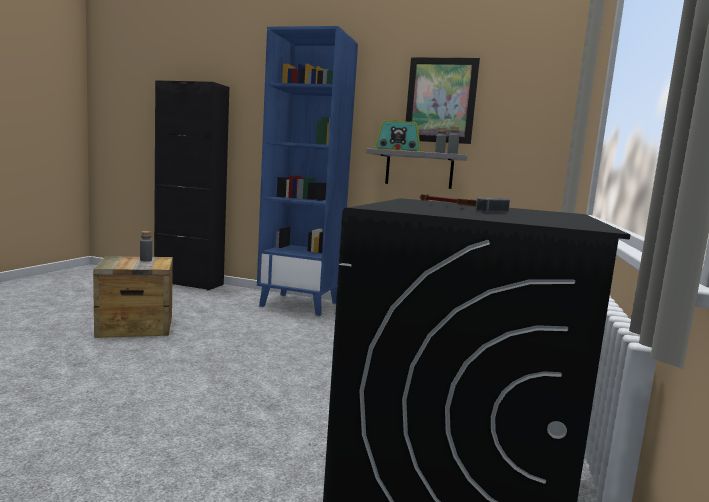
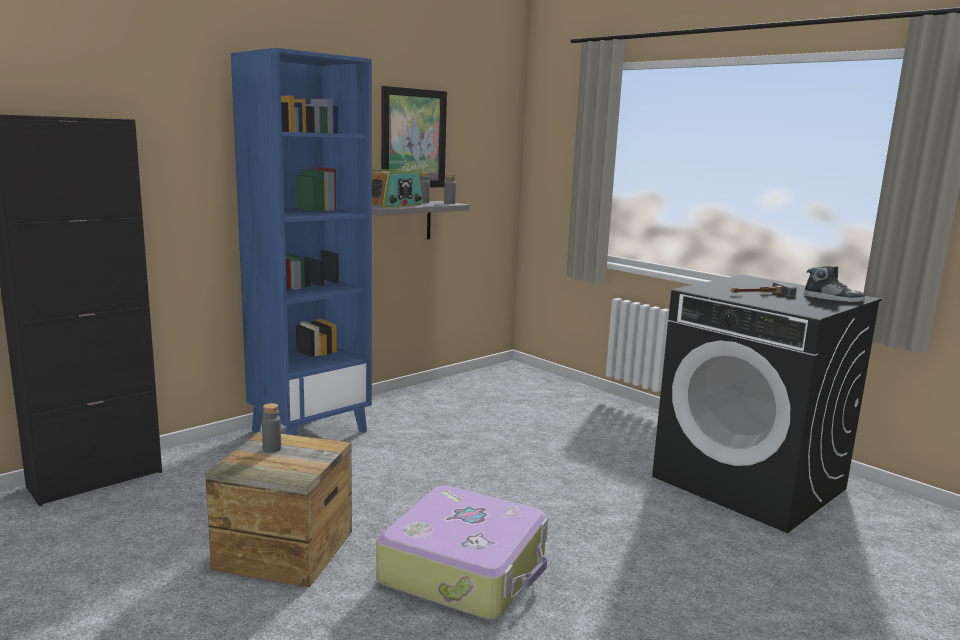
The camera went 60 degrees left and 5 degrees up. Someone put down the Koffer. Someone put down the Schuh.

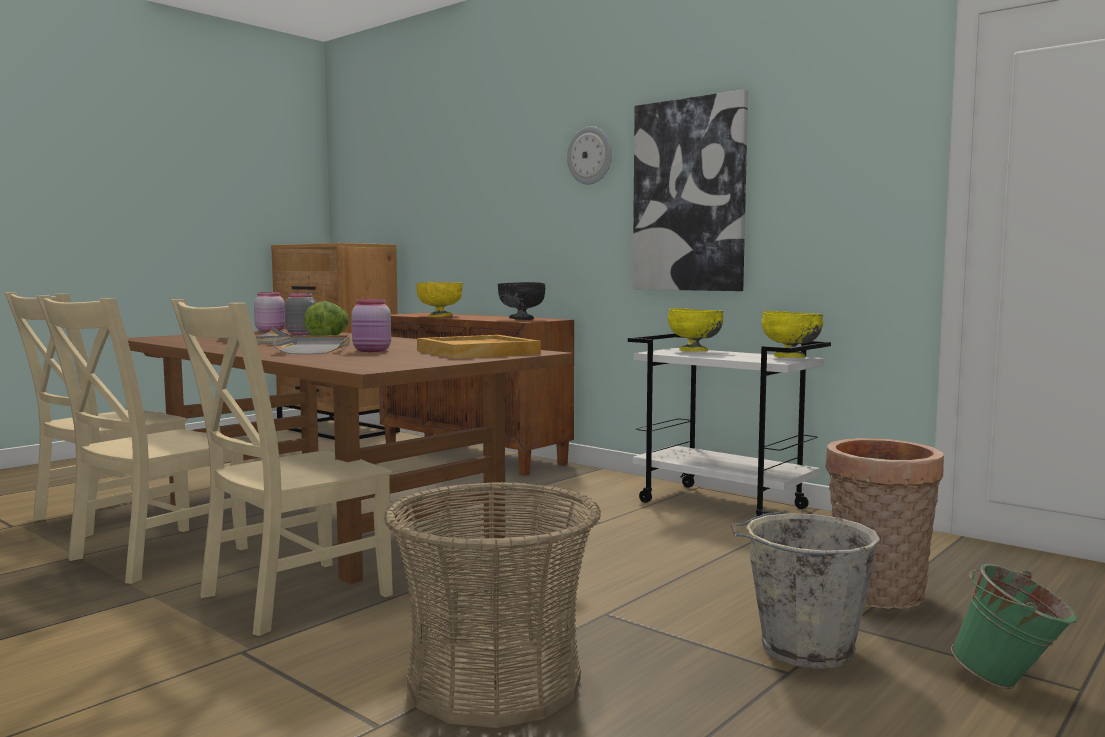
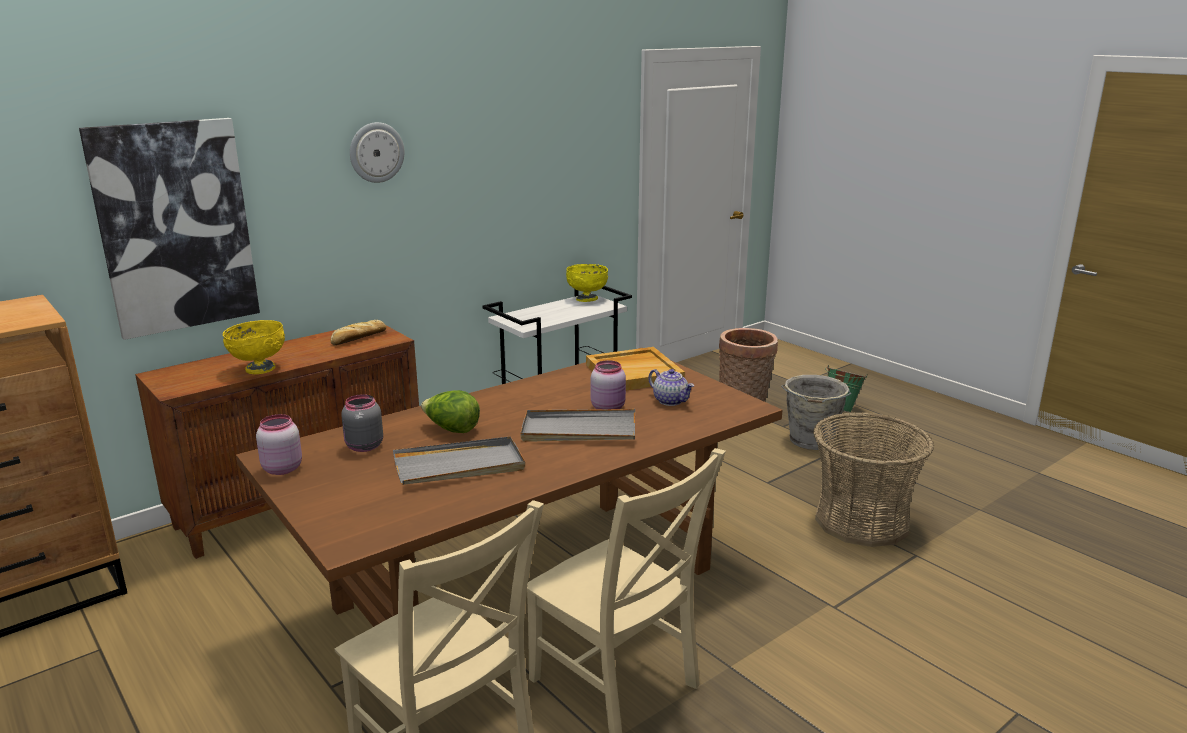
The camera went 80 degrees left and 15 degrees up. Someone took away the Stuhl [beige] (no. 3 from left). Someone took away the Schüssel [gelb] (no. 2 from left). Someone put down the Teekanne. Someone carried the Bild. Someone swapped the Schüssel [schwarz] for the Brot.

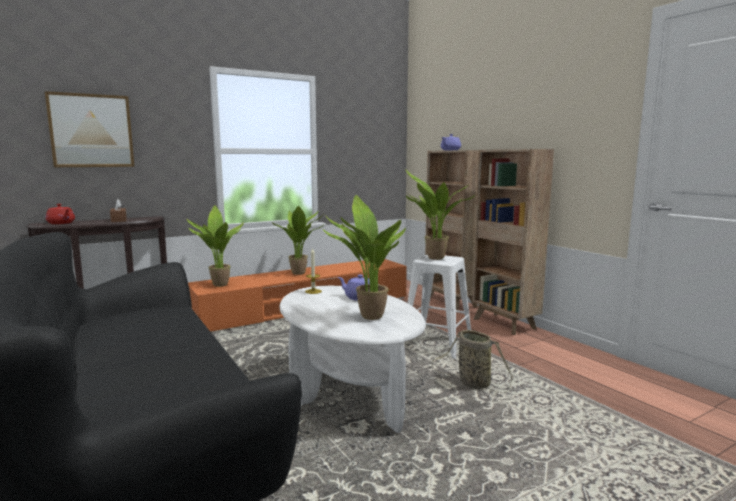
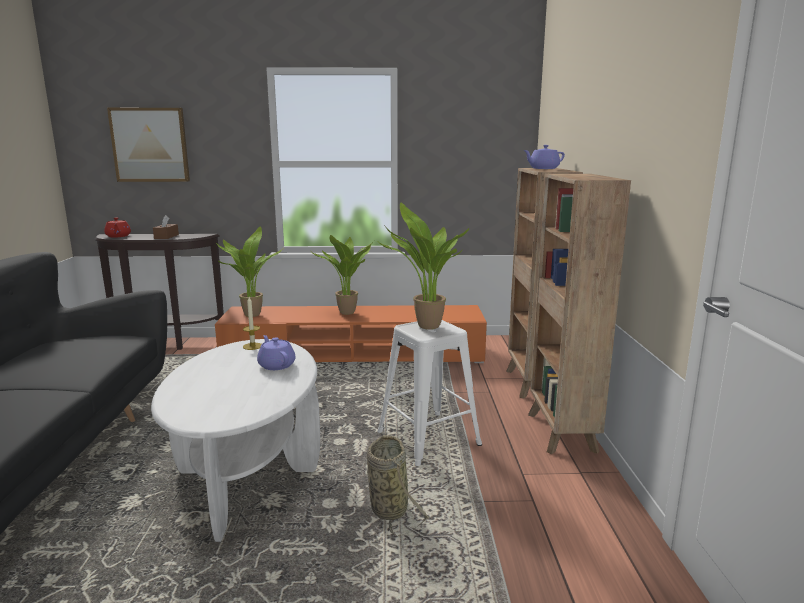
The camera went 30 degrees right and 5 degrees up. Someone took away the Topfpflanze (no. 3 from left).

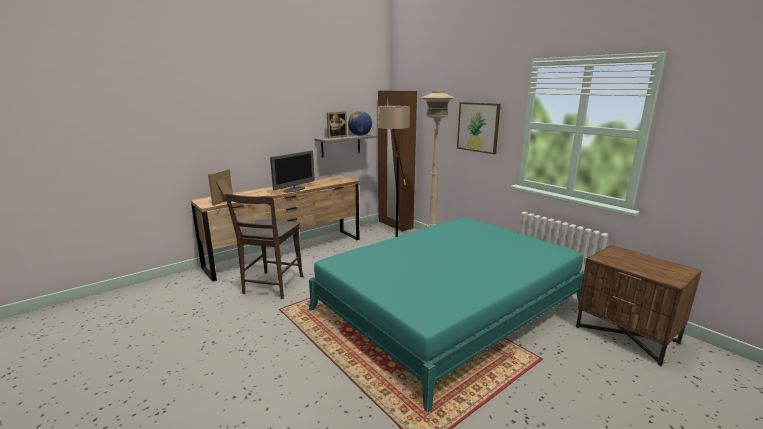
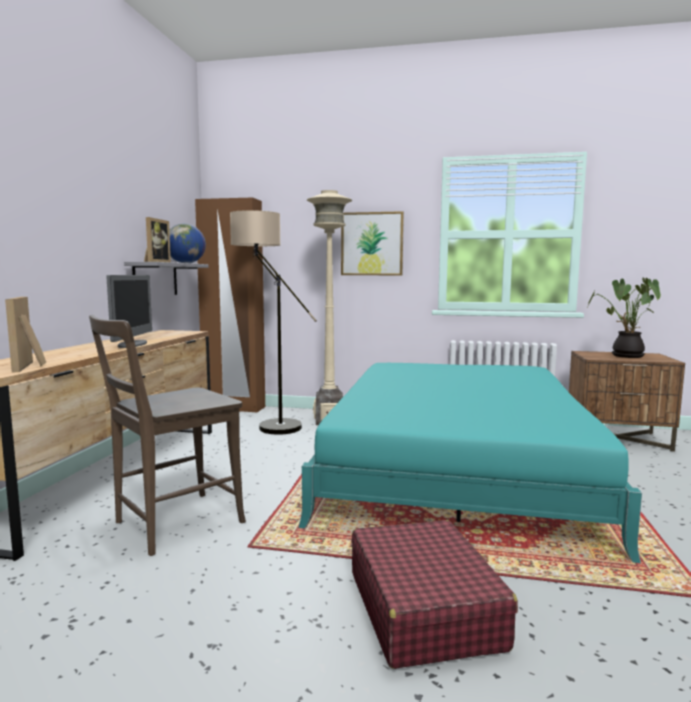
The camera went 40 degrees left and 10 degrees down. Someone put down the Koffer [rot]. Someone put down the Topfpflanze. Someone rotated the Stuhl [braun] by 75 degrees clockwise.

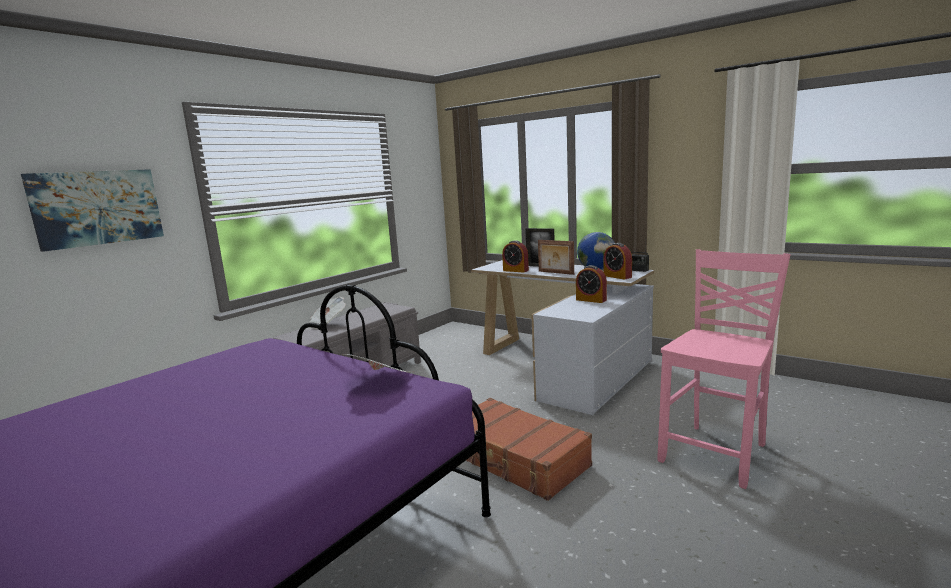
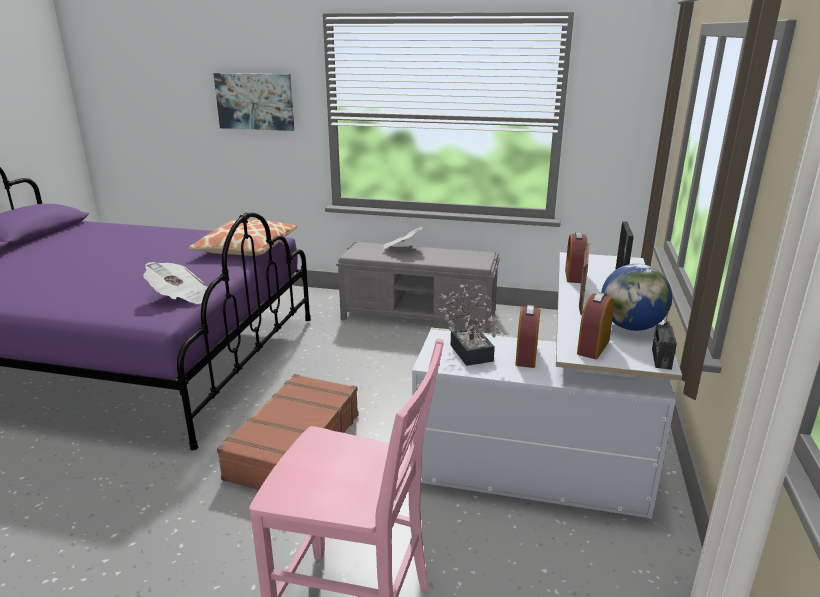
The camera went 65 degrees right and 10 degrees up. Someone put down the Kissen. Someone put down the Topfpflanze.

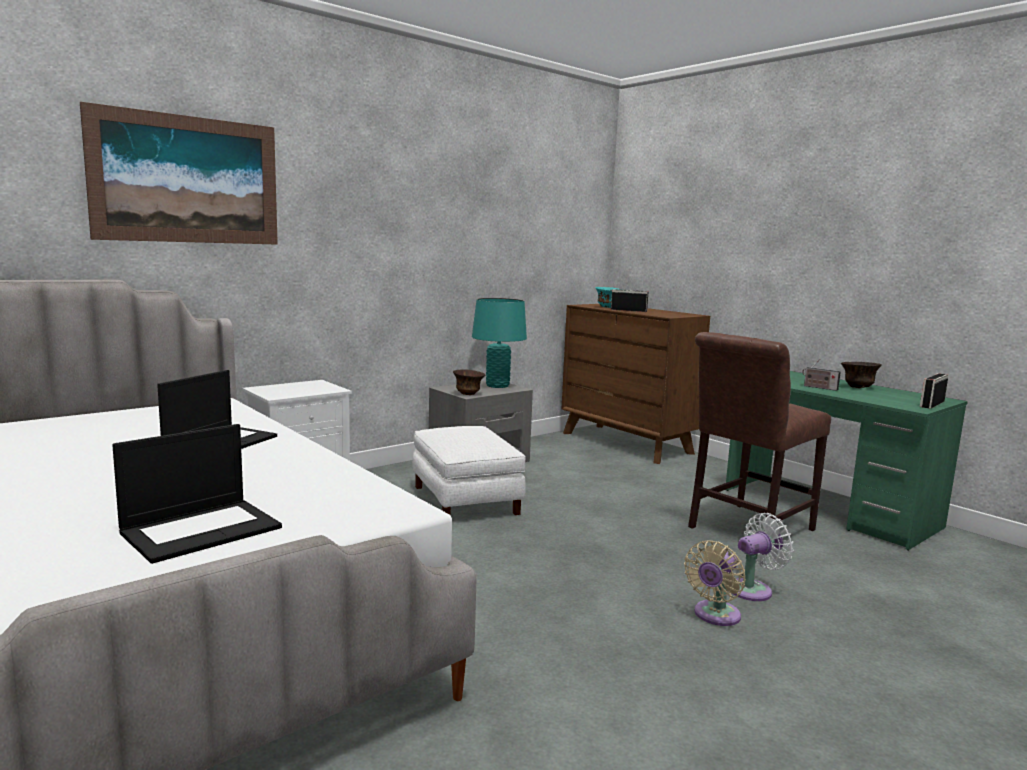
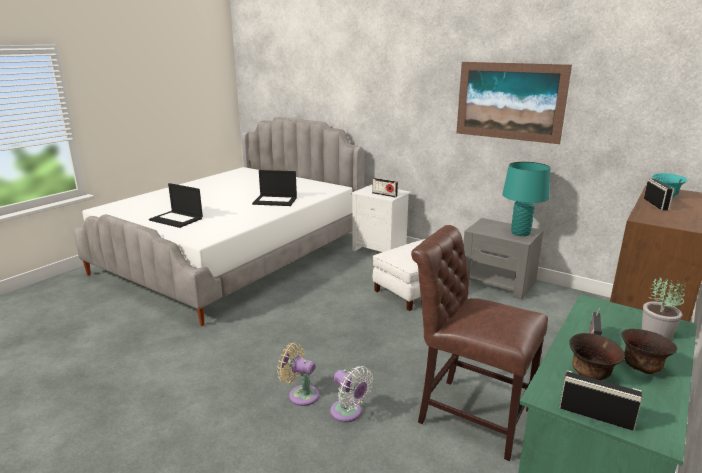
The camera went 75 degrees right and 10 degrees up. Someone put down the Radio (no. 1 from left). Someone put down the Topfpflanze. Someone carried the Bild. Someone carried the Schüssel [braun] (no. 1 from left).

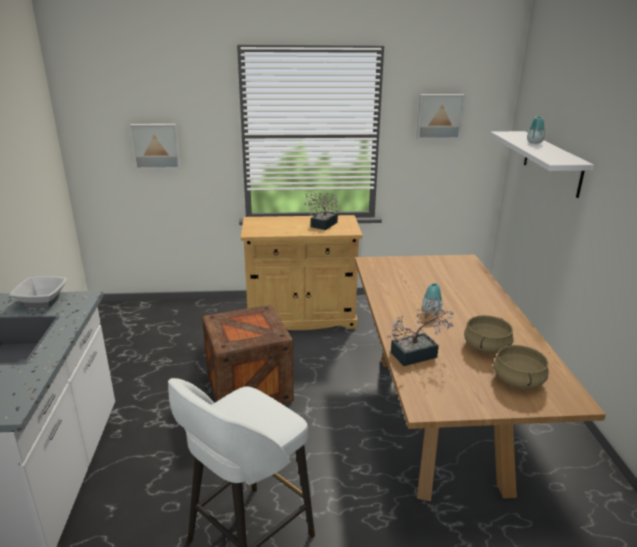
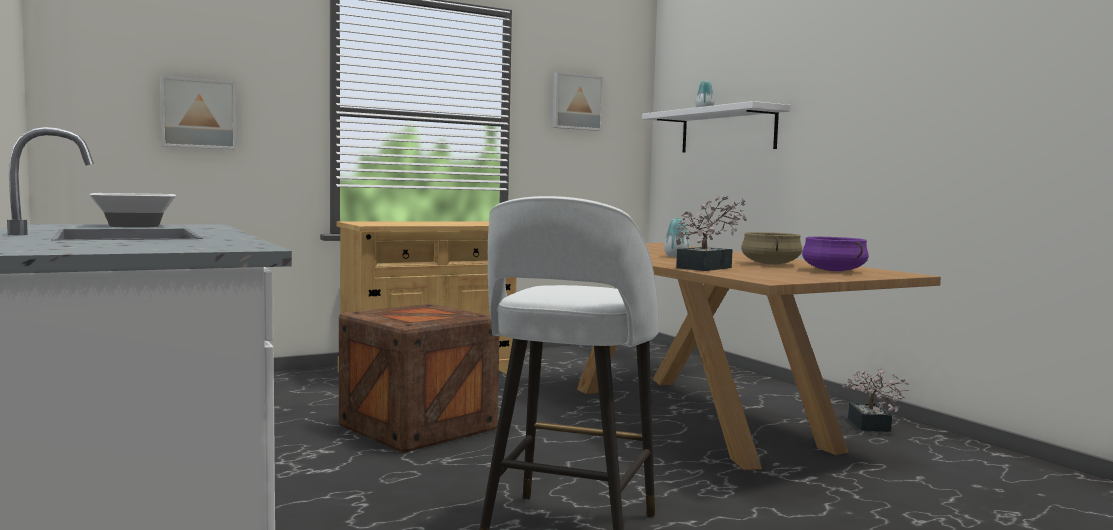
The camera went 25 degrees left and 20 degrees down. Someone carried the Topfpflanze (no. 1 from left in the first image). Someone repainted the Kochtopf [beige] (no. 2 from left), which became the Kochtopf [lila].

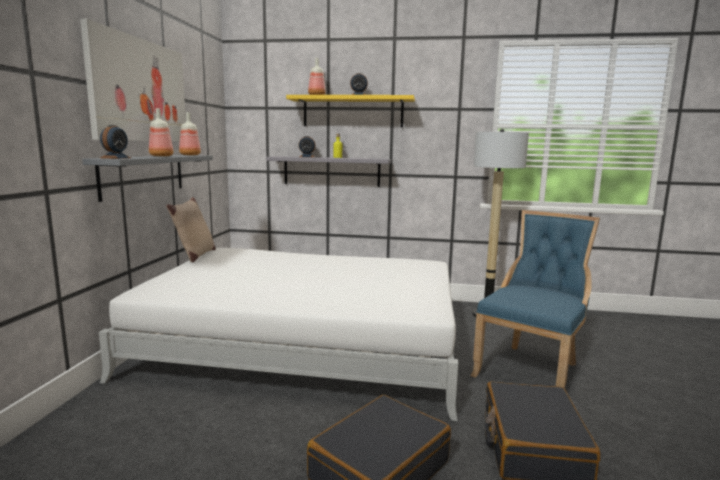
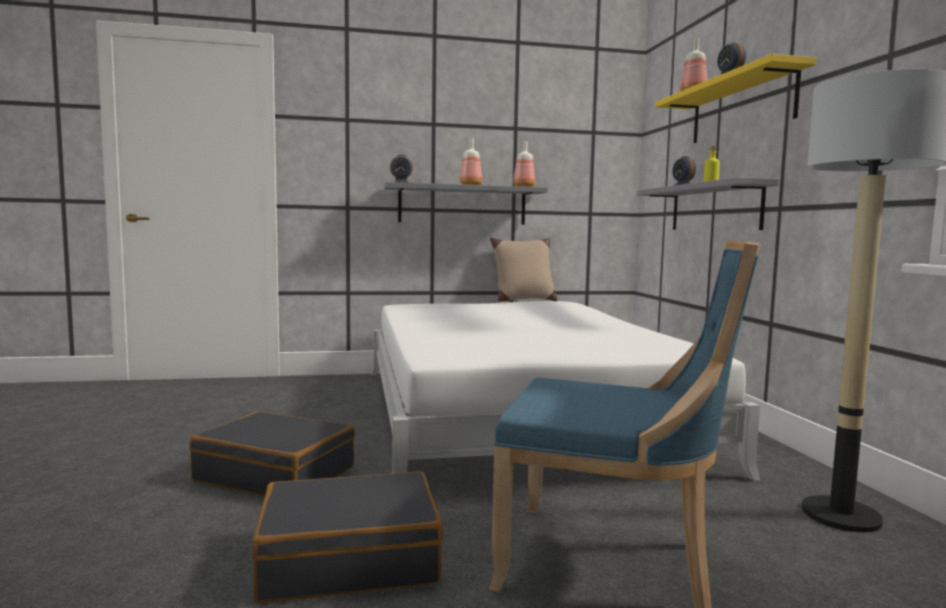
The camera went 70 degrees right and 5 degrees down. Someone took away the Bild.

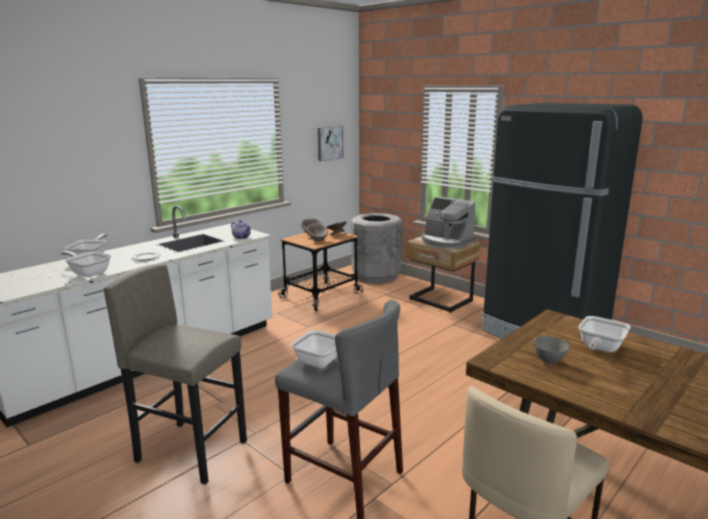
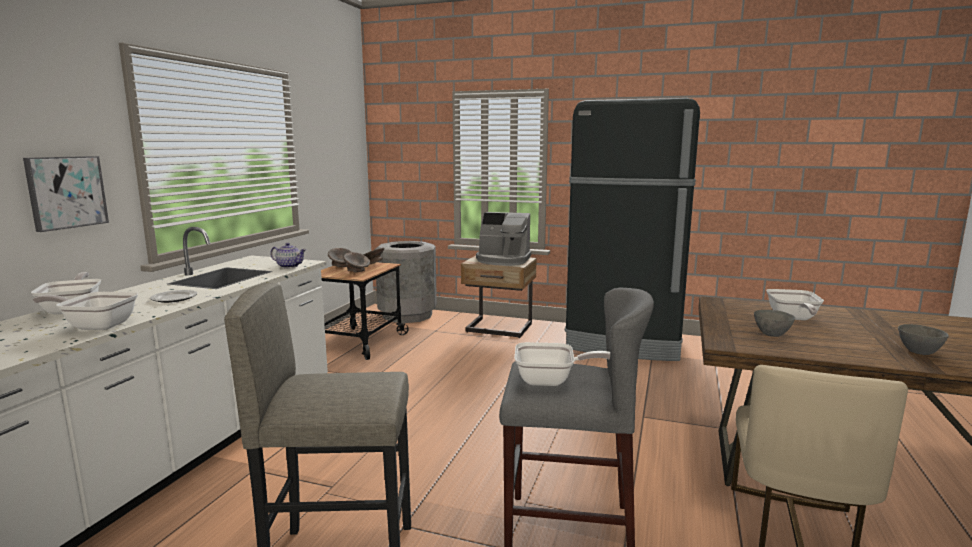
The camera went 25 degrees left and 5 degrees down. Someone put down the Schüssel [grau] (no. 5 from left). Someone carried the Bild.

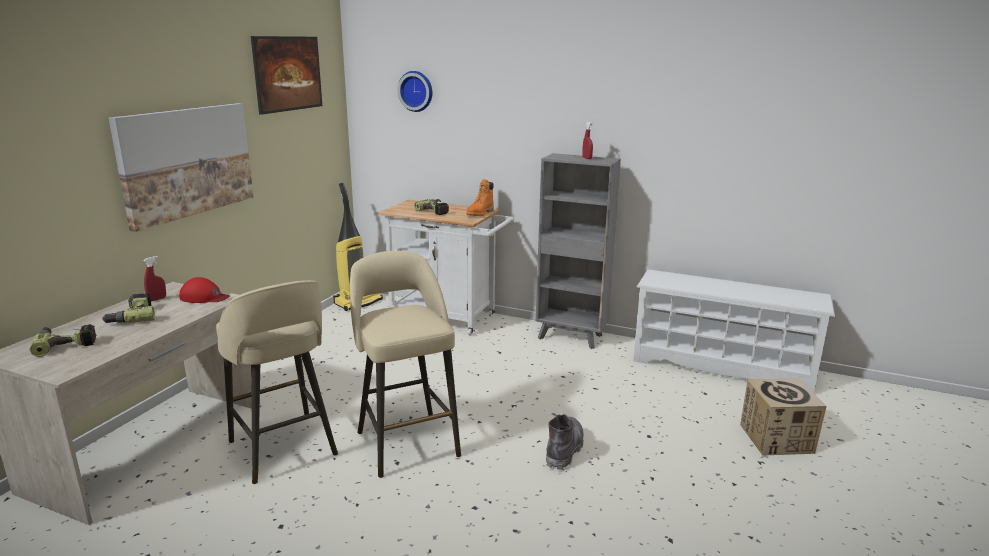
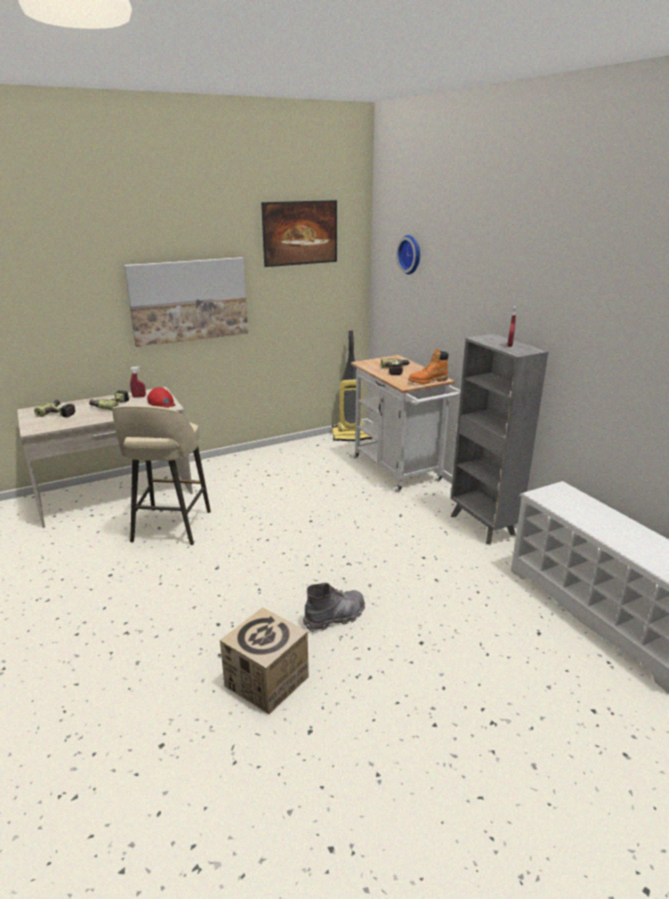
The camera went 40 degrees right and 5 degrees up. Someone took away the Hocker [beige] (no. 2 from left). Someone carried the Karton.

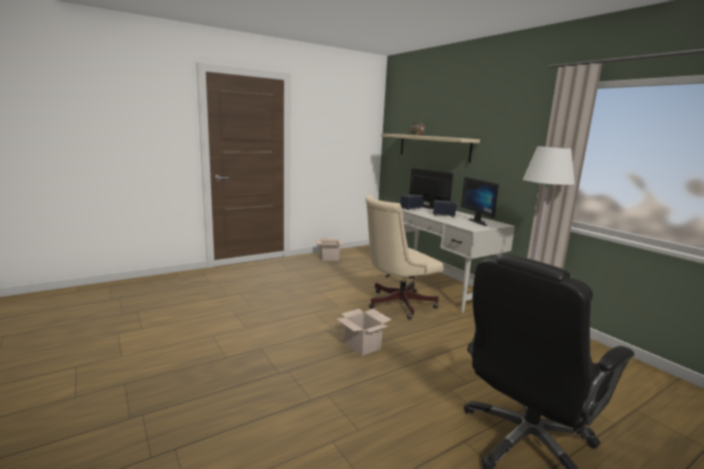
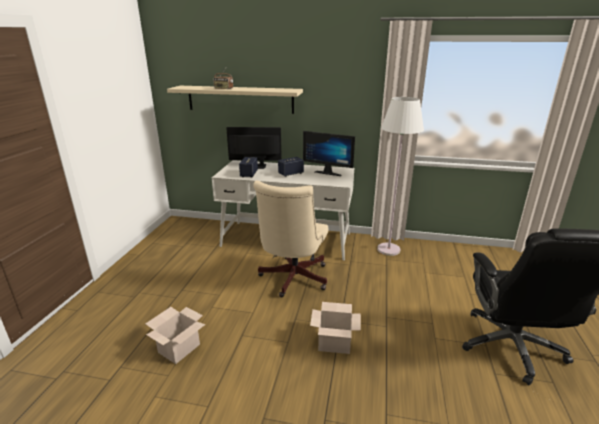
The camera went 45 degrees left and 10 degrees up. Someone carried the Karton (no. 1 from left).

